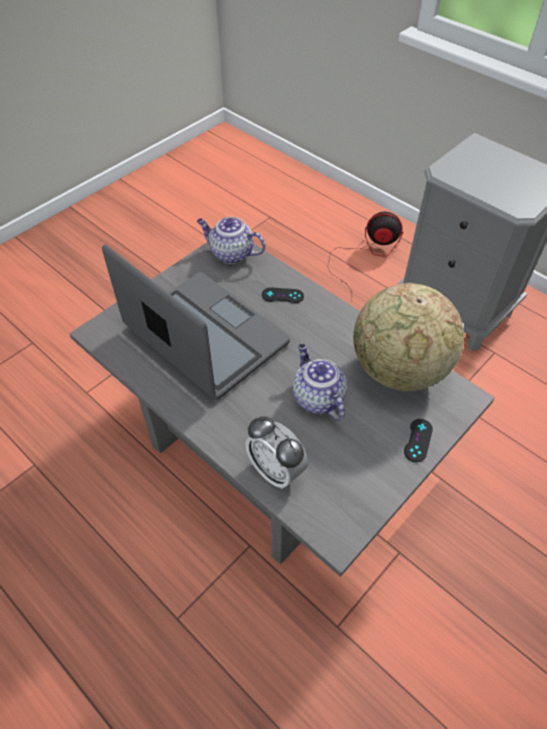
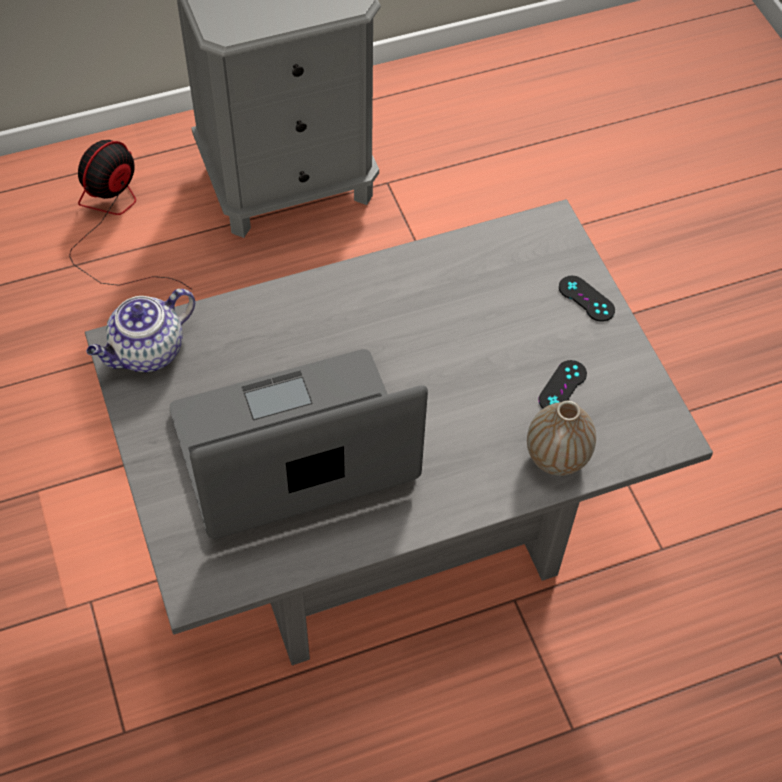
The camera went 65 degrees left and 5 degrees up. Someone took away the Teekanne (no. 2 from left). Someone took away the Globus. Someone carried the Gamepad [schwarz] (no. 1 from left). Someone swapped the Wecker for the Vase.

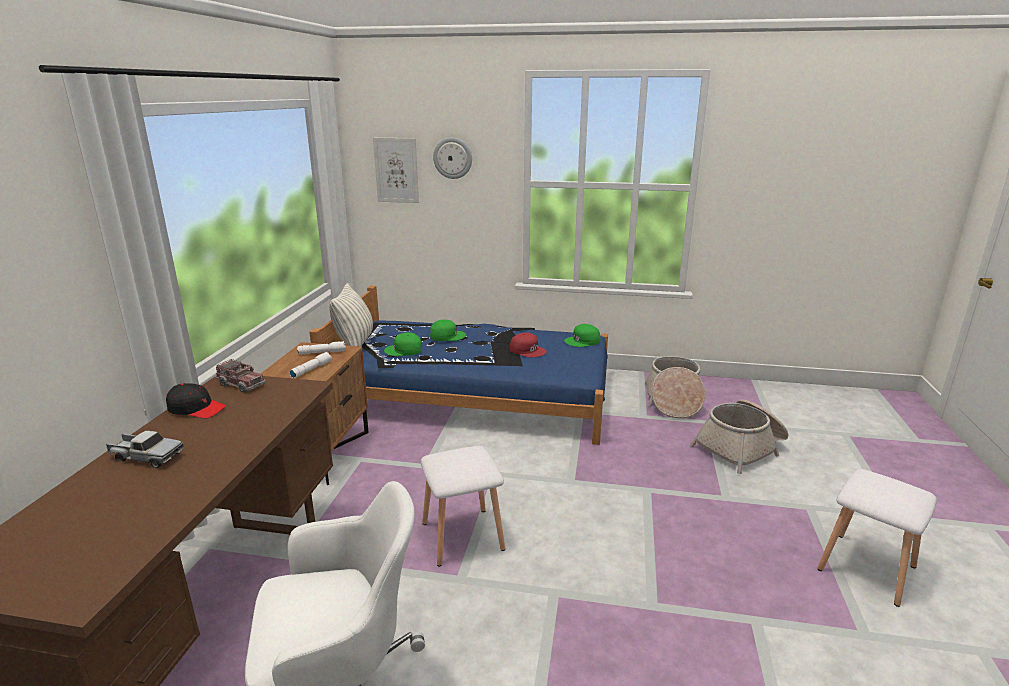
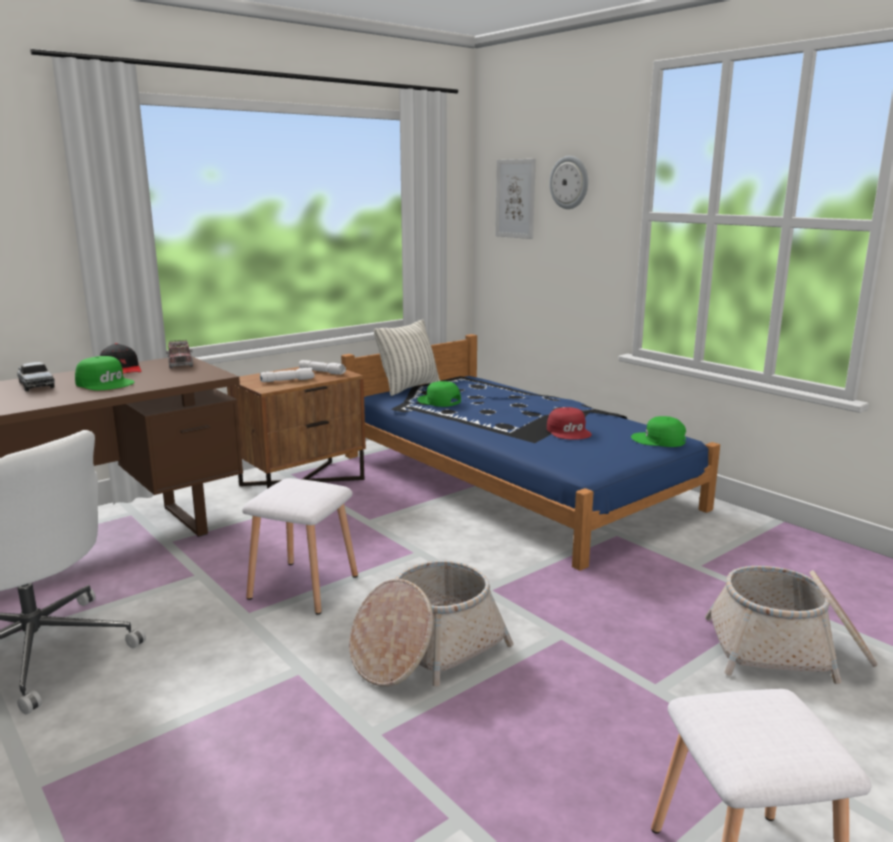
The camera went 40 degrees right and 5 degrees down. Someone carried the Kappe [grün] (no. 2 from left in the first image). Someone carried the Korb (no. 1 from left).

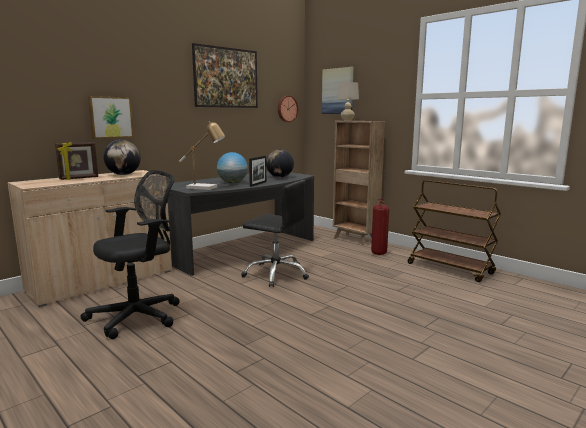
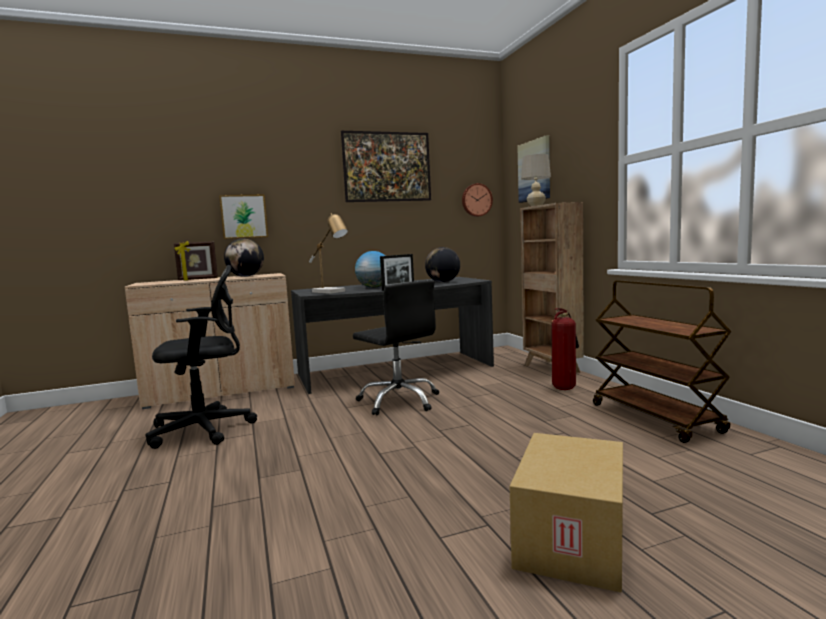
The camera went 25 degrees right and 5 degrees down. Someone put down the Karton.

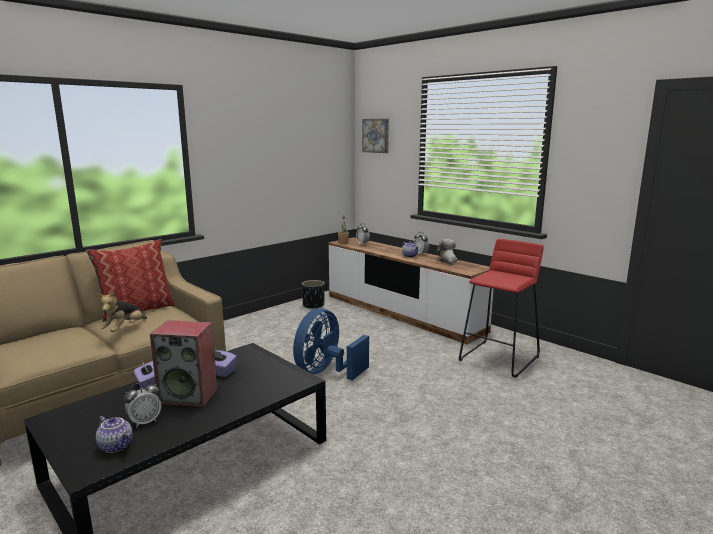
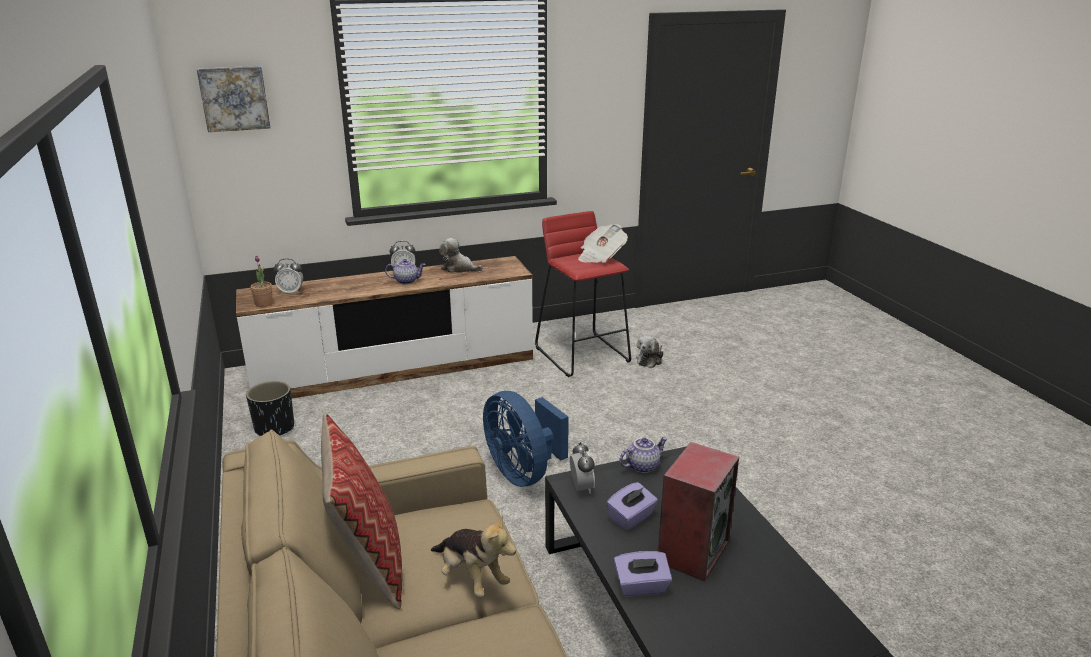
The camera went 65 degrees left and 10 degrees up. Someone put down the Zeitung. Someone put down the Plüschtier (no. 3 from left). Someone carried the Teekanne (no. 1 from left in the first image). Someone carried the Wecker (no. 1 from left in the first image).

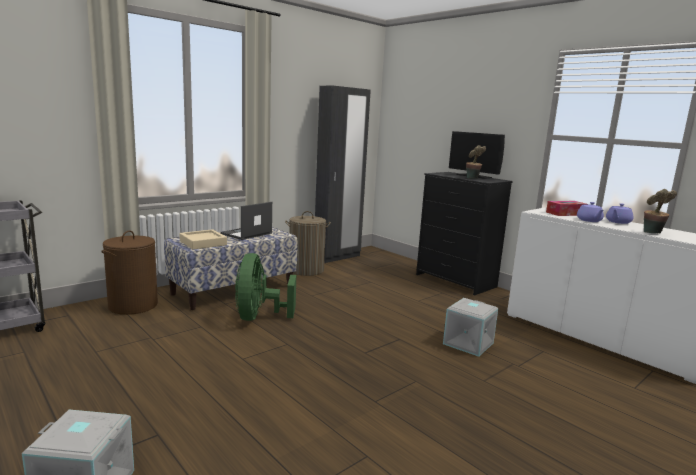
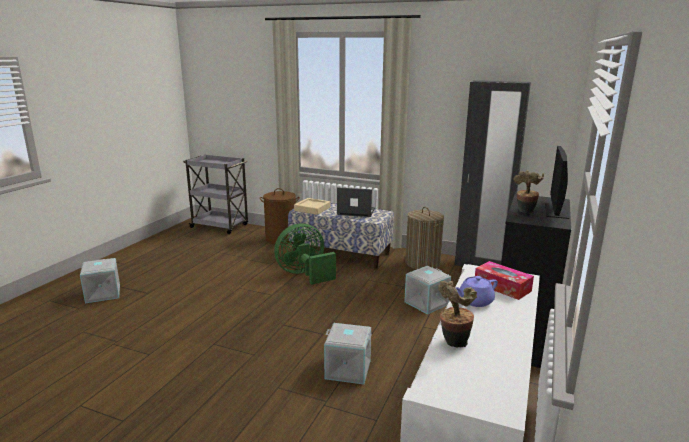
The camera went 65 degrees right and 5 degrees up. Someone took away the Teekanne [lila] (no. 2 from left). Someone put down the Aufbewahrungsbox [grau] (no. 3 from left).

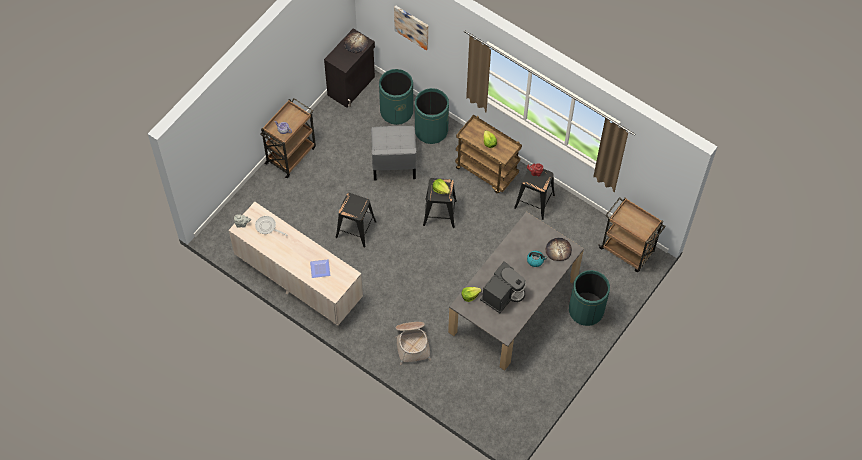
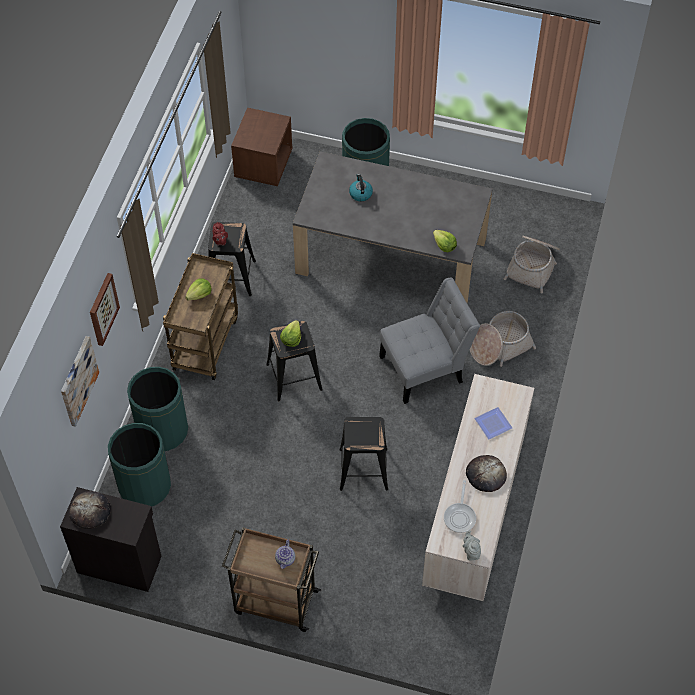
The camera went 110 degrees left and 5 degrees down. Someone took away the Kaffeemaschine. Someone put up the Bild (no. 2 from left). Someone put down the Korb (no. 2 from left). Someone carried the Stuhl [grau]. Someone carried the Brot (no. 2 from left). Someone swapped the Rollwagen [braun] (no. 3 from left) for the Nachttisch [braun].

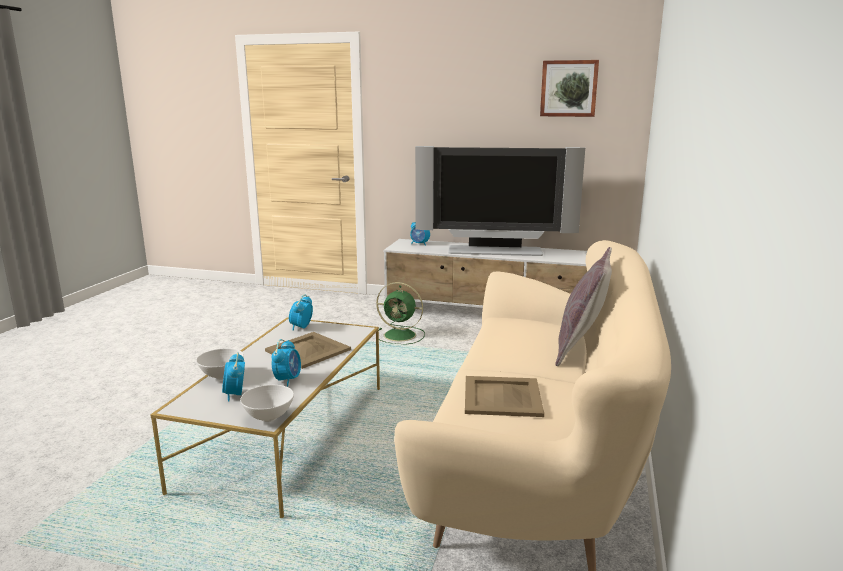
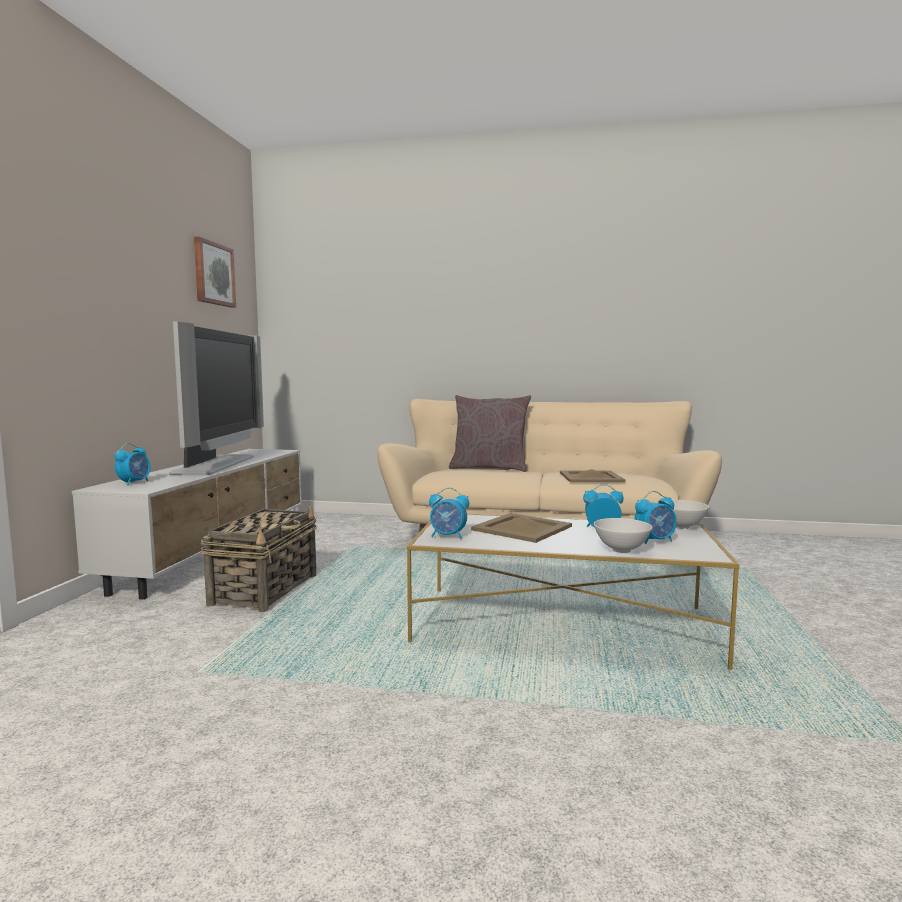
The camera went 95 degrees left and 10 degrees down. Someone swapped the Ventilator [grün] for the Korb.

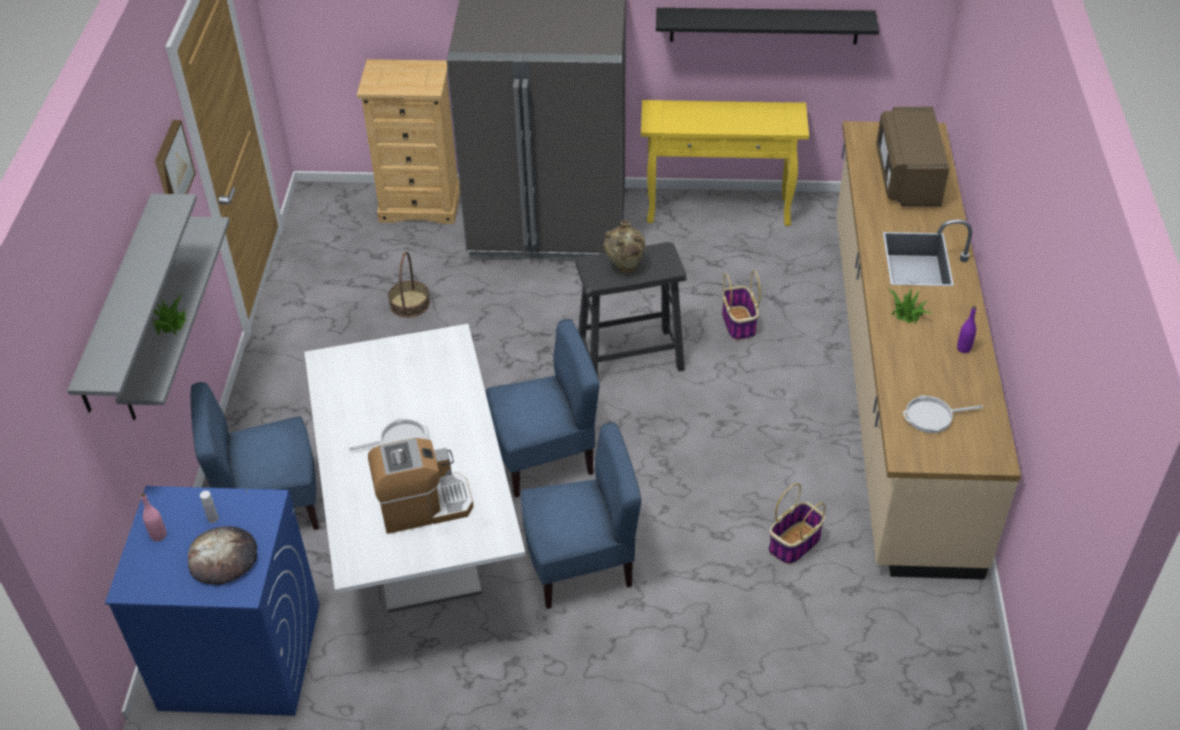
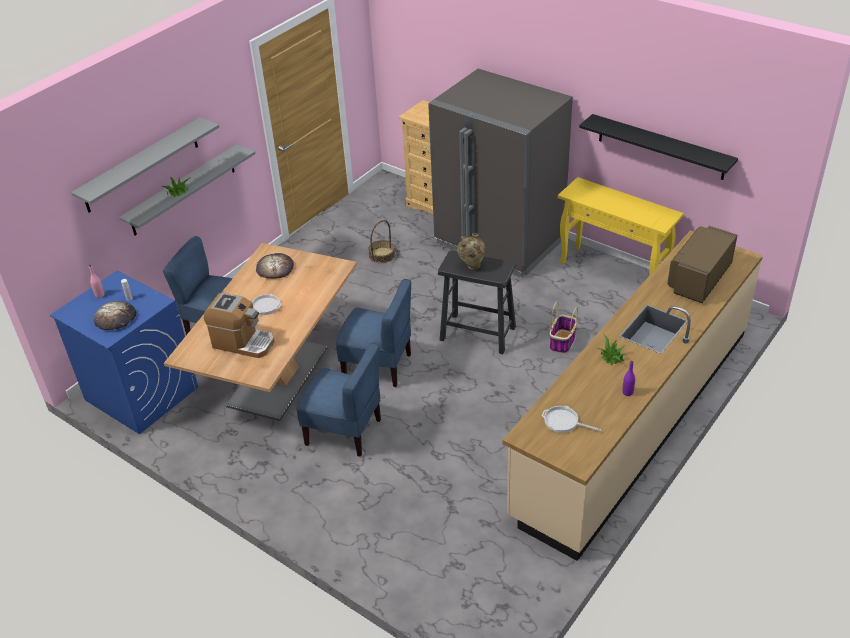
The camera went 35 degrees right and 5 degrees down. Someone took away the Bild. Someone took away the Korb (no. 3 from left). Someone put down the Brot (no. 2 from left). Someone repainted the Esstisch [weiß], which became the Esstisch [braun].

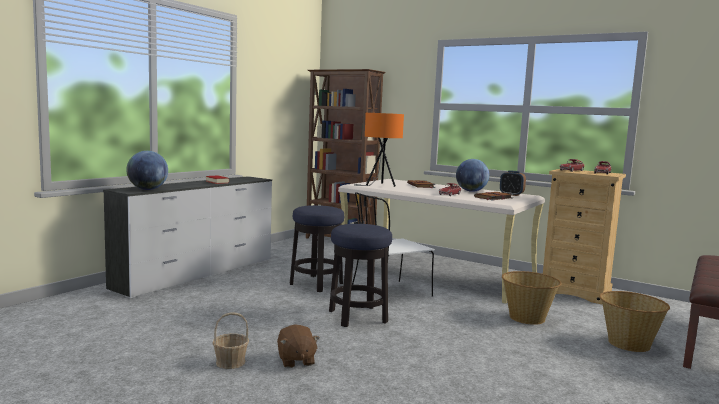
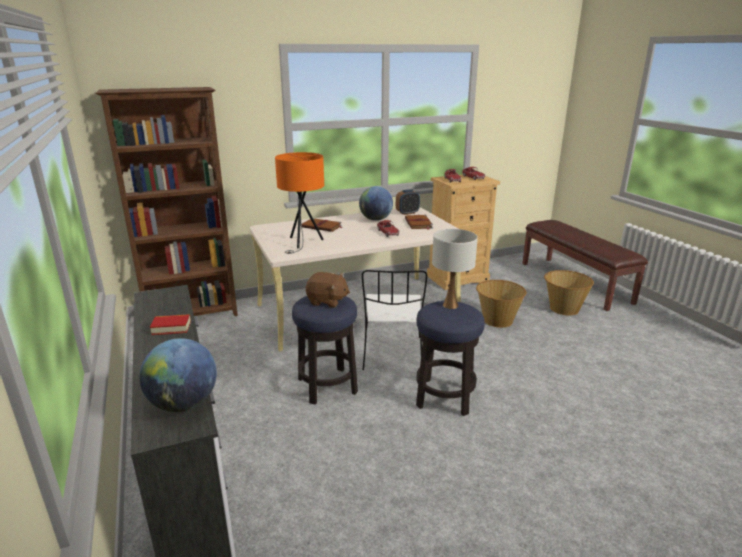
The camera went 55 degrees left and 15 degrees up. Someone took away the Korb (no. 1 from left). Someone put down the Tischlampe [weiß]. Someone carried the Plüschtier [braun].

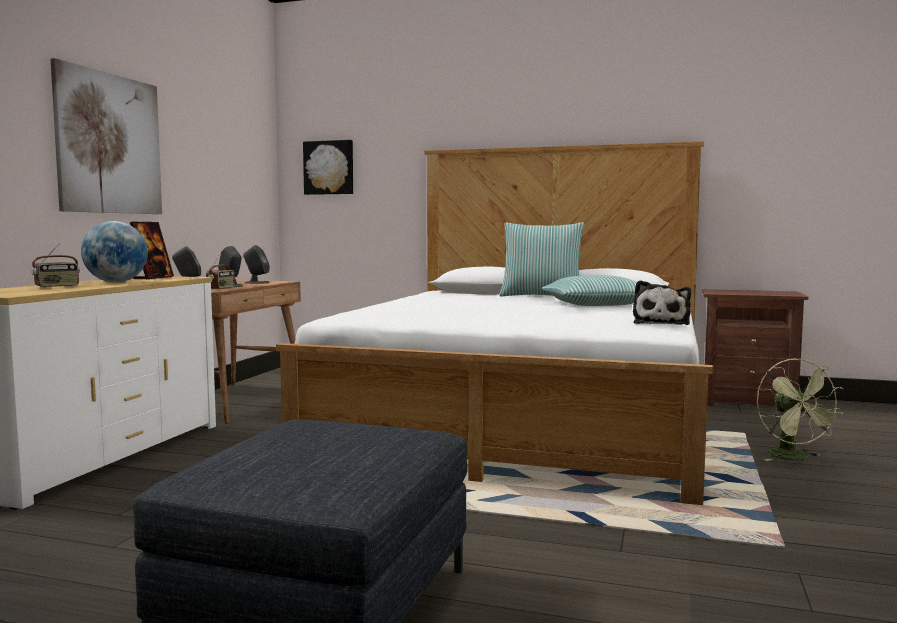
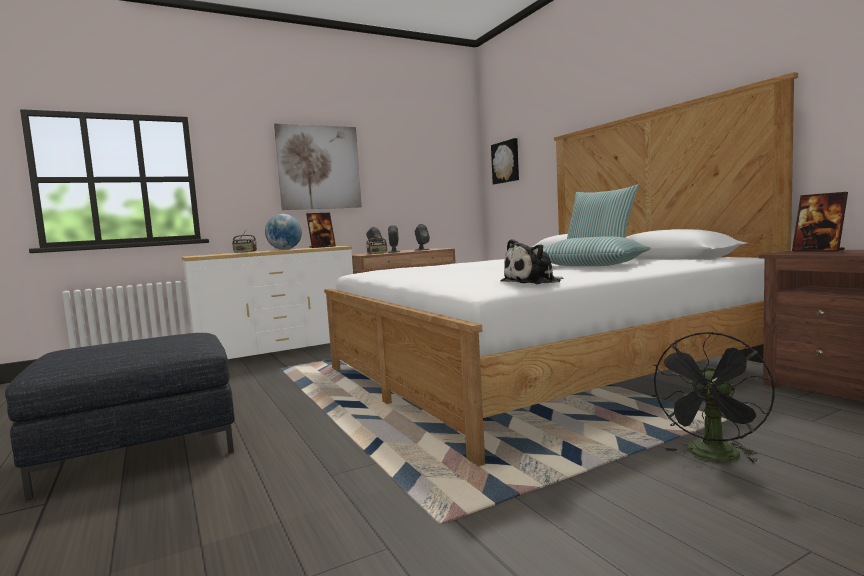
The camera went 45 degrees right and 0 degrees up. Someone put down the Bilderrahmen (no. 2 from left). Someone repainted the Ventilator [grün], which became the Ventilator [schwarz].

